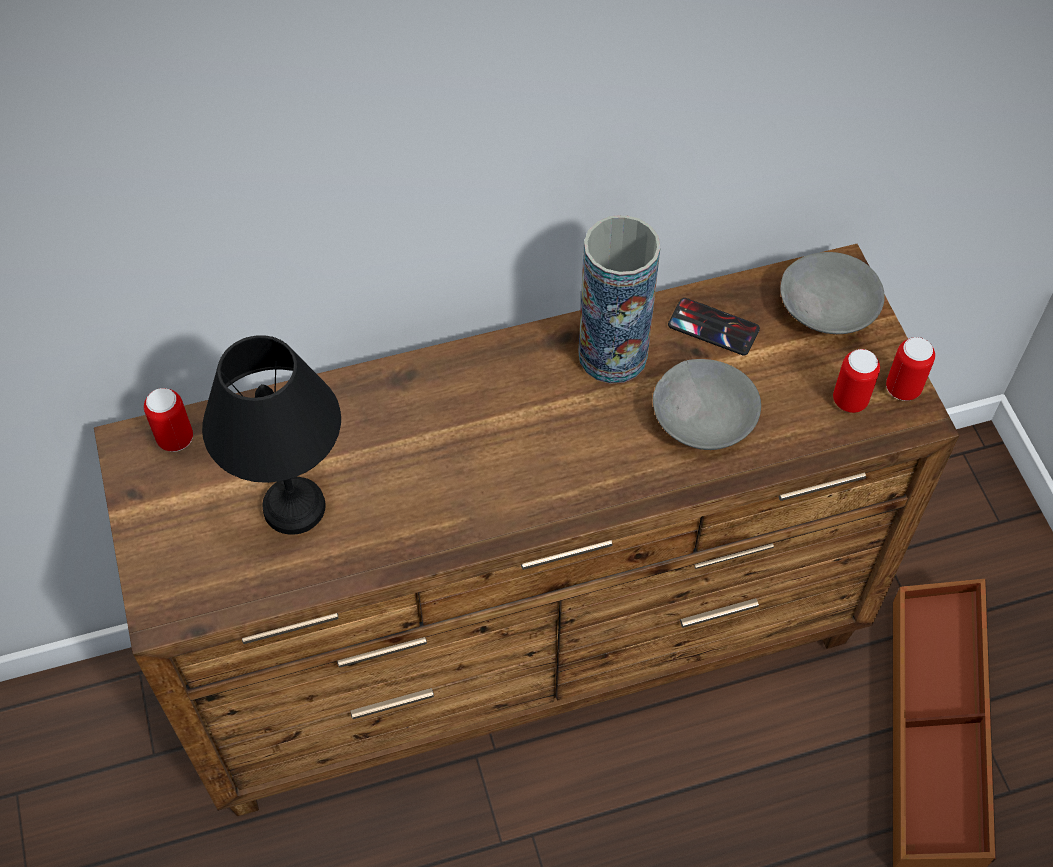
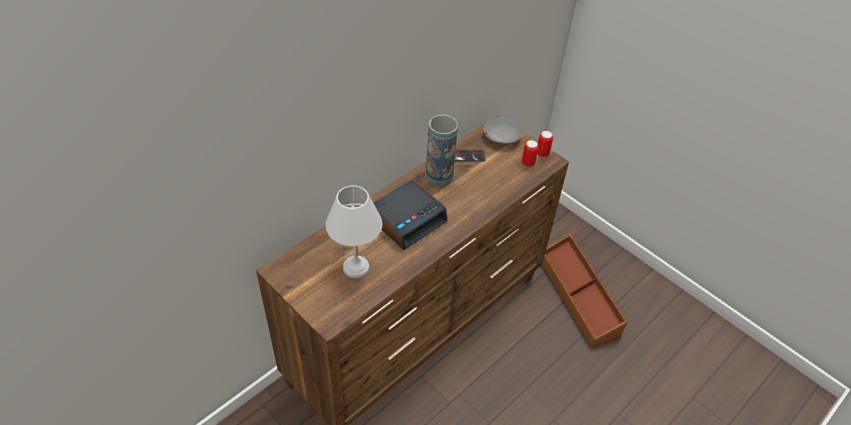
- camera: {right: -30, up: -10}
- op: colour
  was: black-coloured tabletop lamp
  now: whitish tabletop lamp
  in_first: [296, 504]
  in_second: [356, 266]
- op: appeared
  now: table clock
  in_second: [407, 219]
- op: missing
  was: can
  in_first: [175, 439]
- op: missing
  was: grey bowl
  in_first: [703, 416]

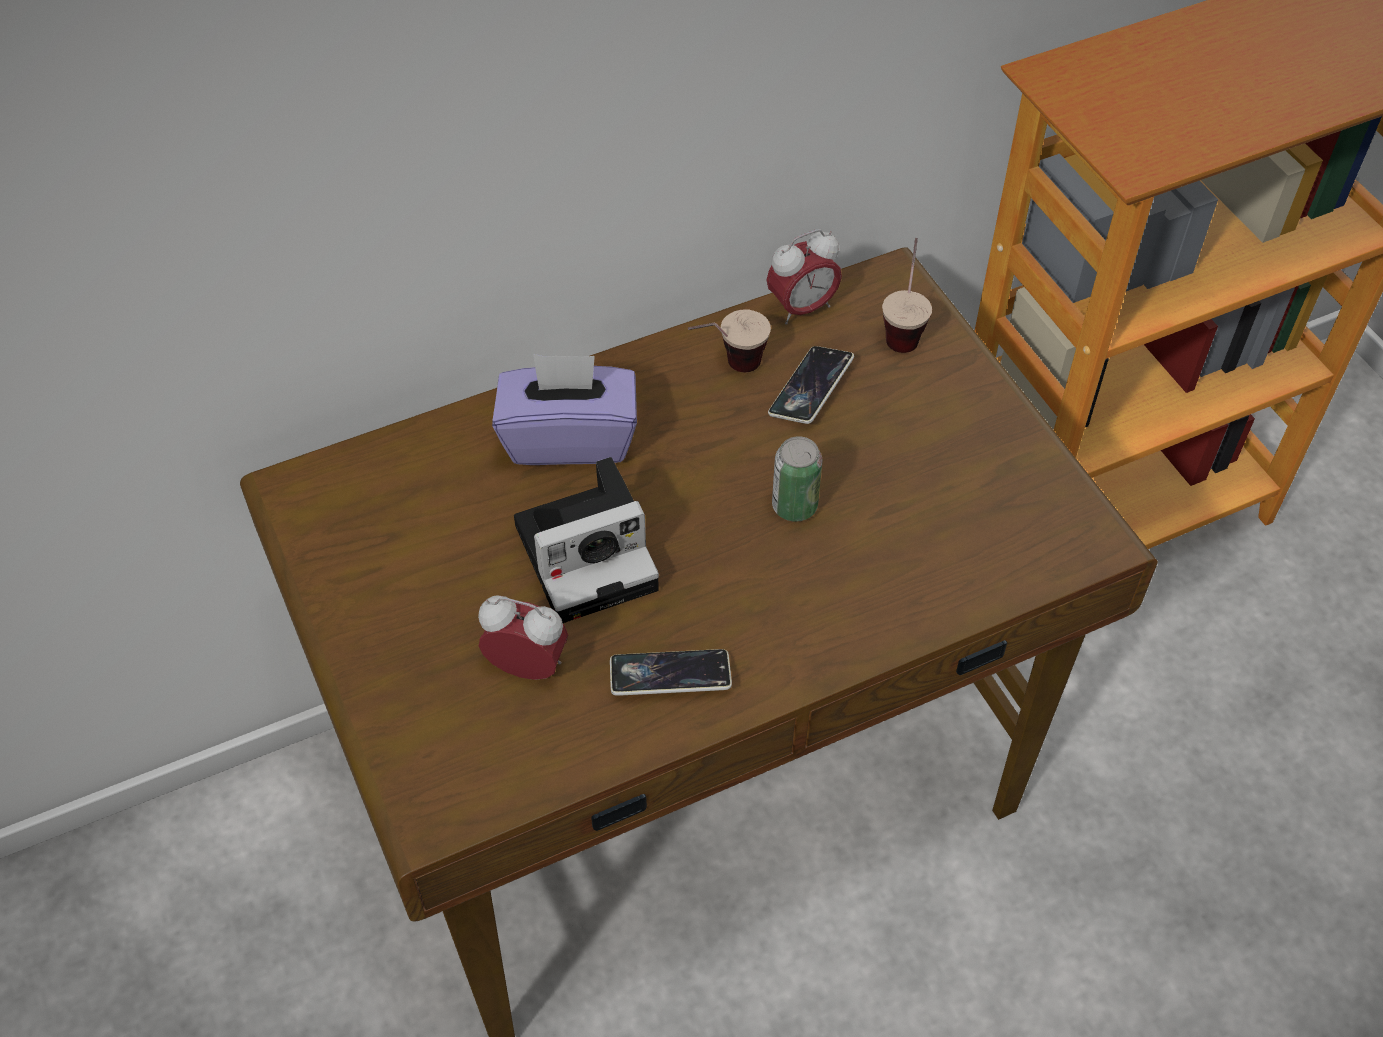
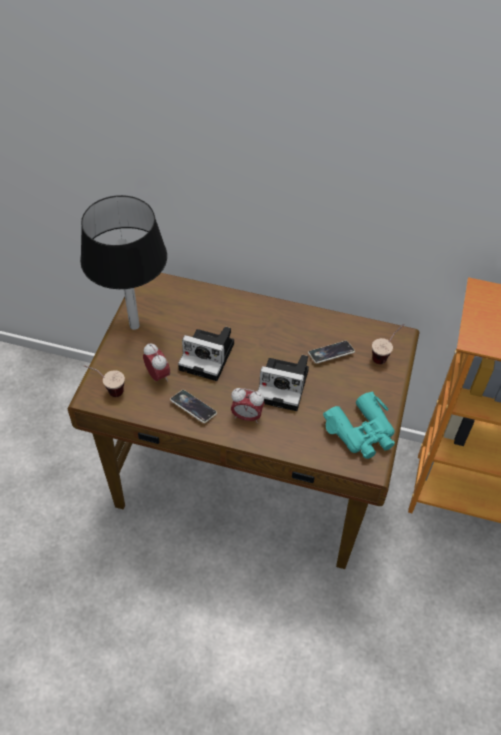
- camera: {right: 40, up: 0}
- op: appeared
  now: black-coloured tabletop lamp
  in_second: [135, 325]
- op: relocated
  was: drinking cup
  in_first: [727, 369]
  in_second: [107, 390]
- op: relocated
  was: table clock
  in_first: [801, 308]
  in_second: [247, 416]
- op: exchanged
  was: can
  now: photo camera
  in_first: [794, 506]
  in_second: [285, 385]
- op: appeared
  now: turquoise field glasses
  in_second: [362, 432]
- op: missing
  was: purplish tissue box
  in_first: [569, 438]

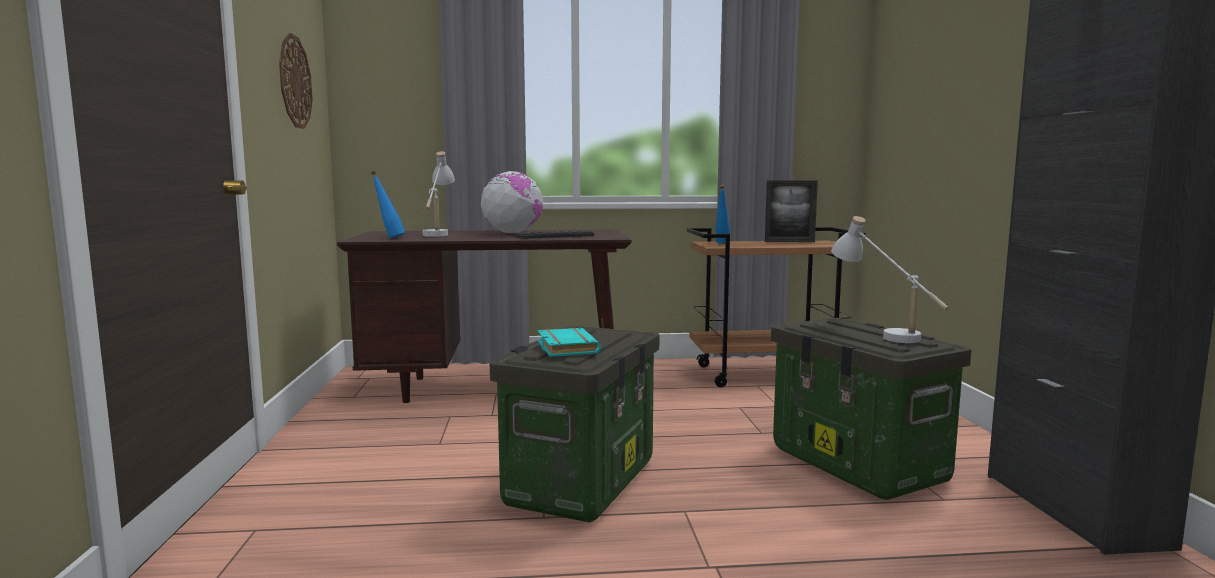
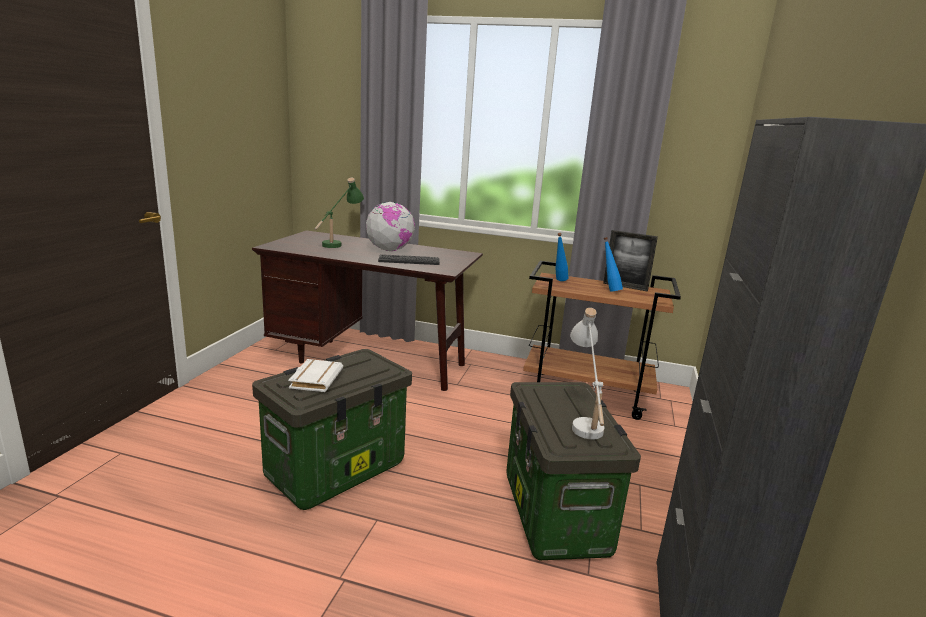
- camera: {right: 20, up: 10}
- op: colour
  was: turquoise book
  now: whitish book
  in_first: [565, 348]
  in_second: [315, 379]
- op: colour
  was: whitish tabletop lamp
  now: greenish tabletop lamp
  in_first: [438, 234]
  in_second: [338, 243]
- op: relocated
  was: blue-coloured drink bottle
  in_first: [389, 238]
  in_second: [608, 290]
- op: missing
  was: hanging clock
  in_first: [294, 82]

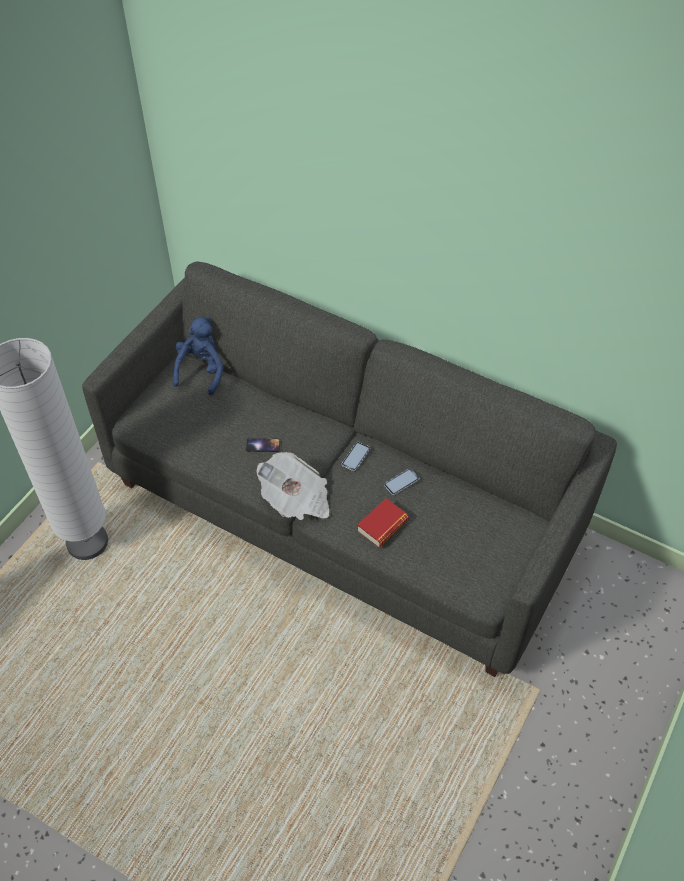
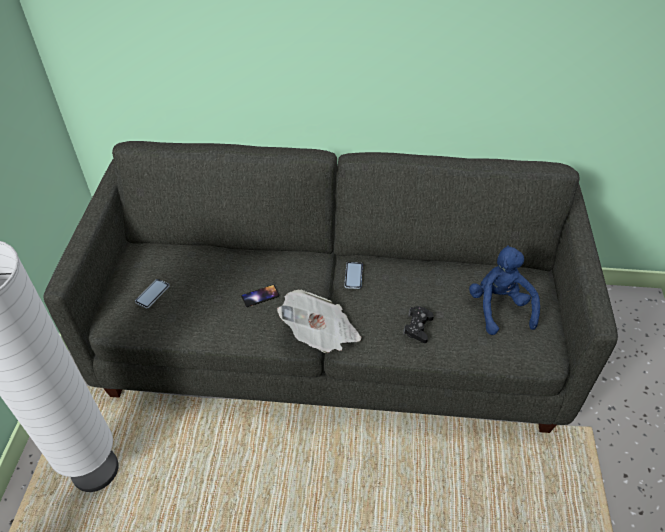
- camera: {right: -25, up: -5}
- op: relocated
  was: phone
  in_first: [401, 482]
  in_second: [152, 294]
- op: exchanged
  was: book
  now: black-coloured gamepad
  in_first: [382, 526]
  in_second: [418, 327]
- op: relocated
  was: blue-coloured plush toy
  in_first: [202, 371]
  in_second: [499, 307]

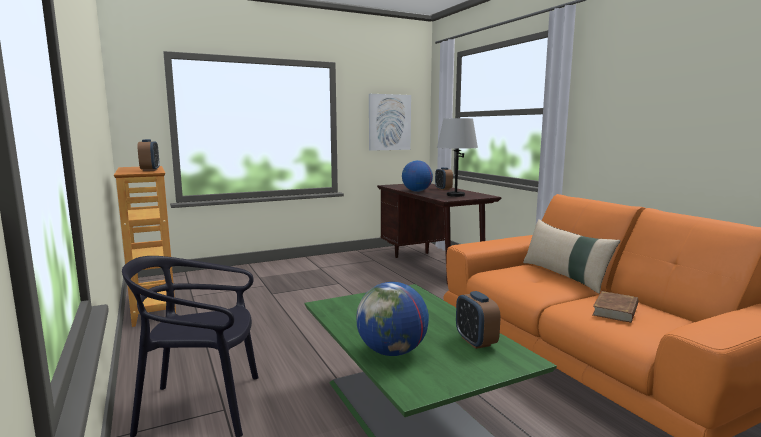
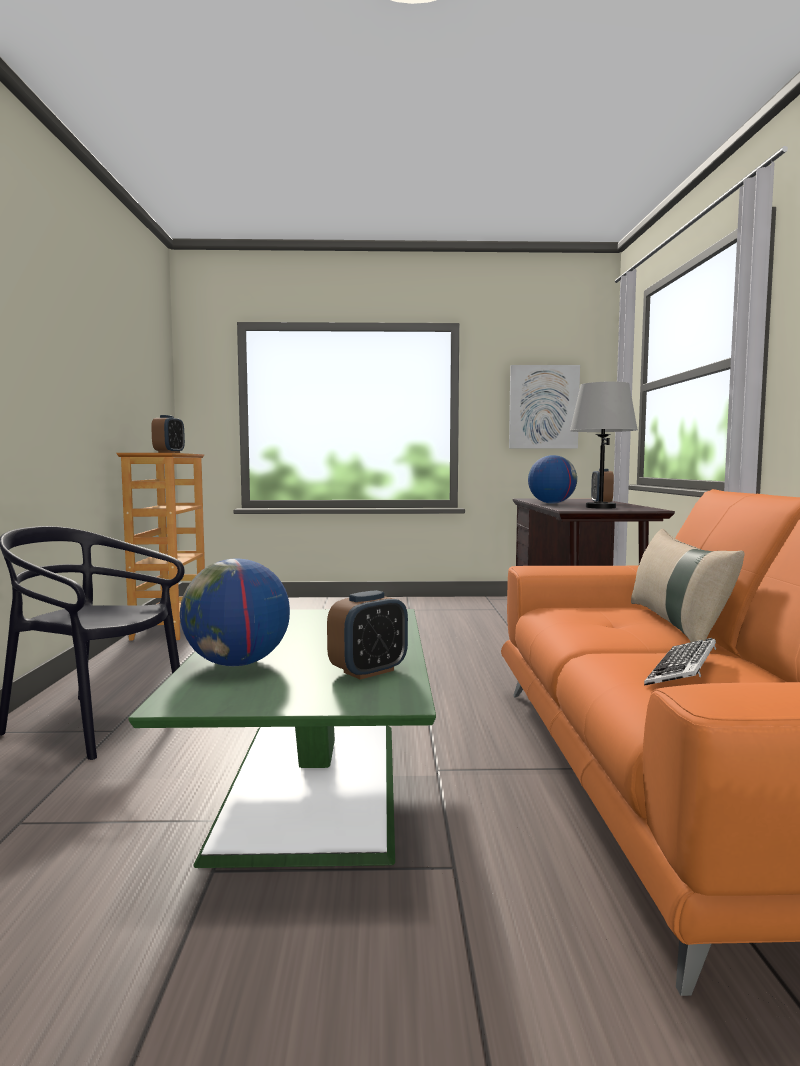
- camera: {right: 25, up: -5}
- op: spun
  was: table clock
  in_first: [475, 341]
  in_second: [368, 671]
  clockwise: -135
- op: exchanged
  was: brownish book
  now: keyboard
  in_first: [616, 310]
  in_second: [683, 671]

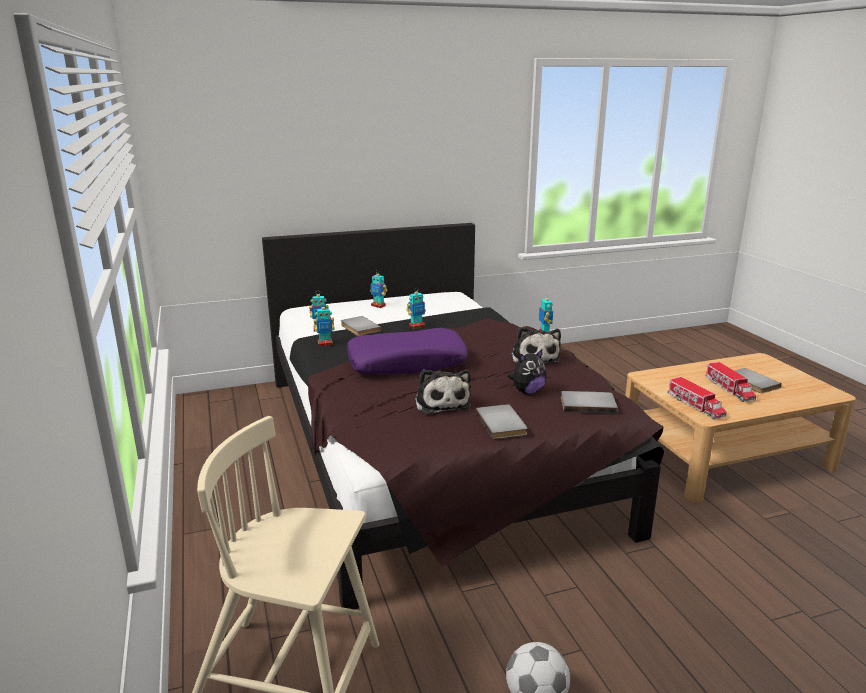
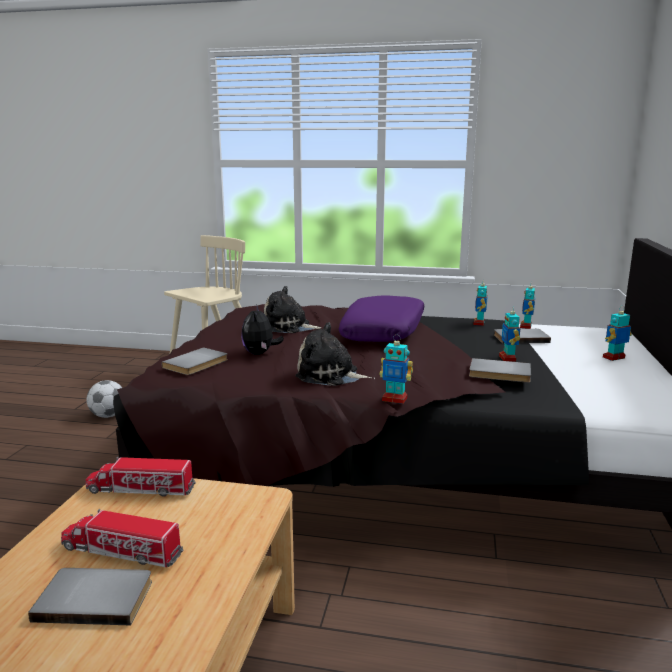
- camera: {right: 120, up: -5}
- op: relocated
  was: grey book
  in_first: [503, 423]
  in_second: [499, 374]

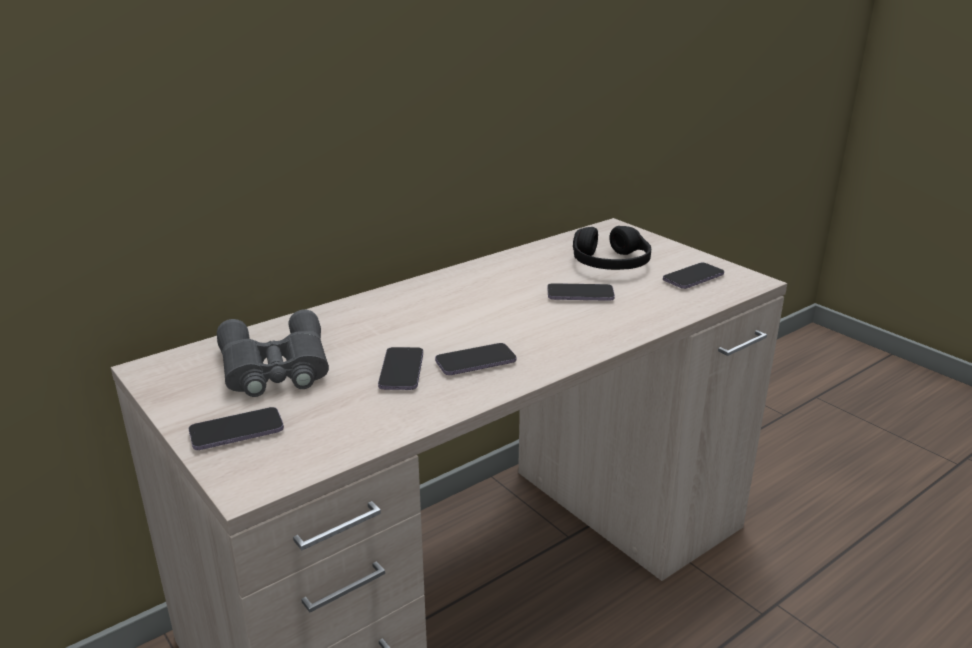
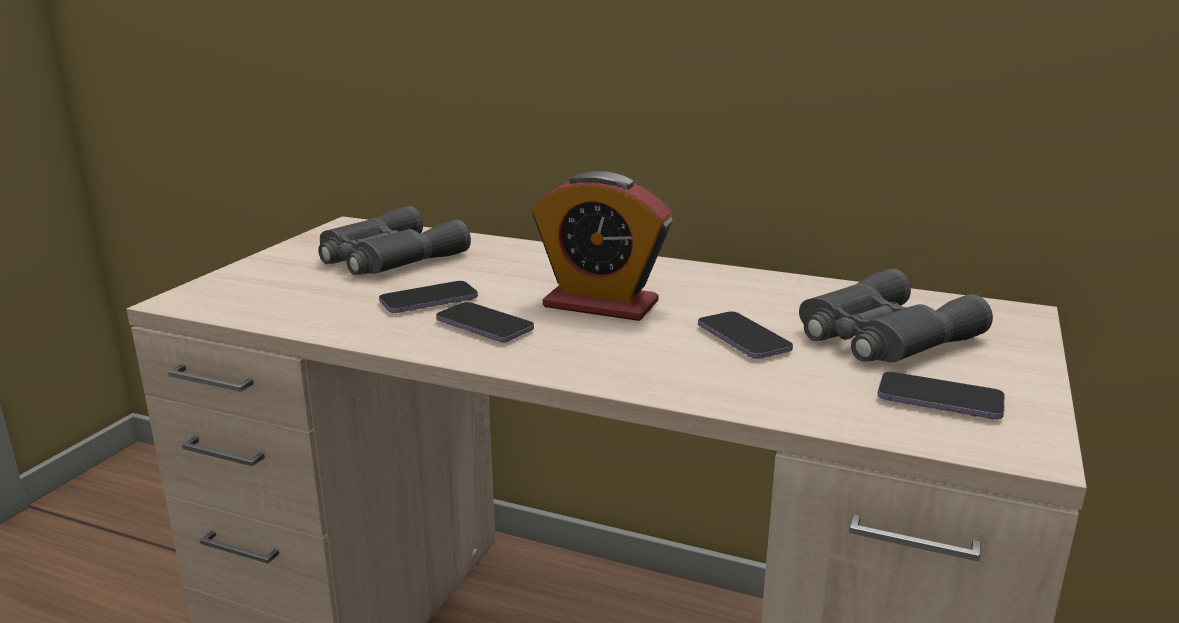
- camera: {right: 60, up: -5}
- op: appeared
  now: table clock
  in_second: [600, 304]
- op: exchanged
  was: black-coloured headphones
  now: grey field glasses
  in_first: [610, 263]
  in_second: [881, 335]
- op: missing
  was: phone
  in_first: [237, 431]

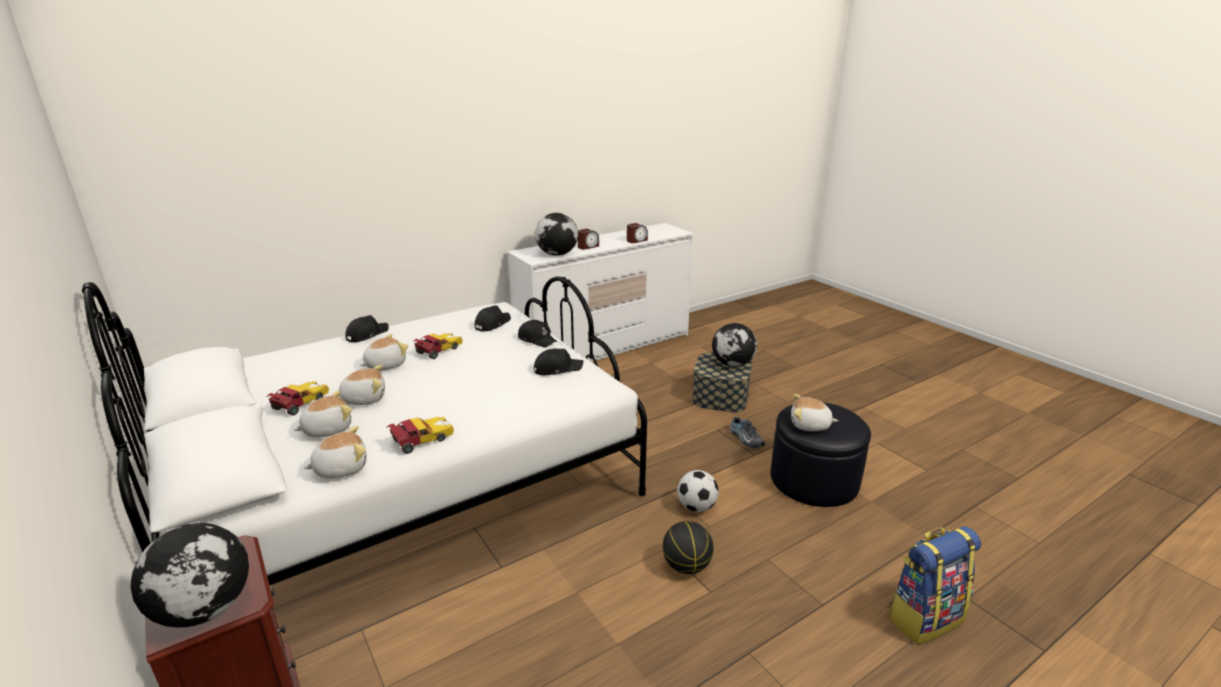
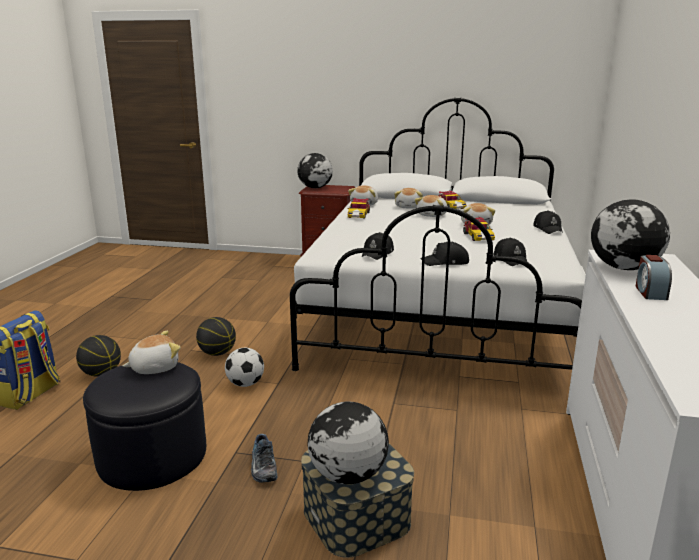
- camera: {right: 135, up: -5}
- op: appeared
  now: basketball
  in_second: [101, 373]
- op: spun
  was: low shoe
  in_first: [745, 438]
  in_second: [262, 466]
  clockwise: -120
- op: missing
  was: table clock
  in_first: [636, 240]

